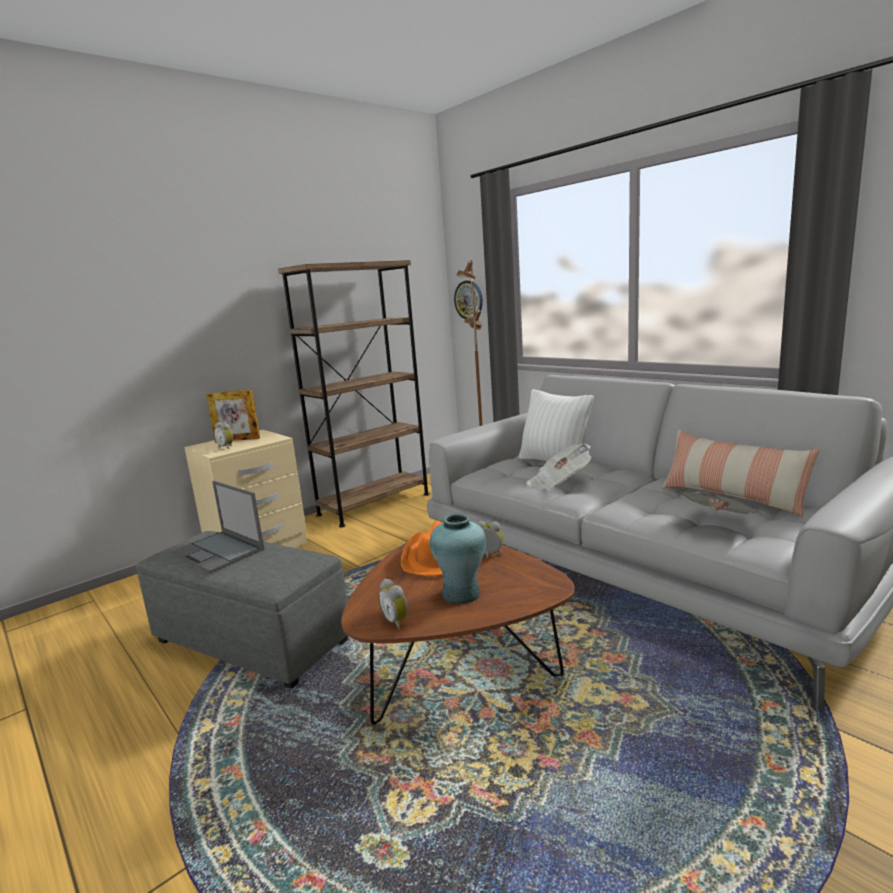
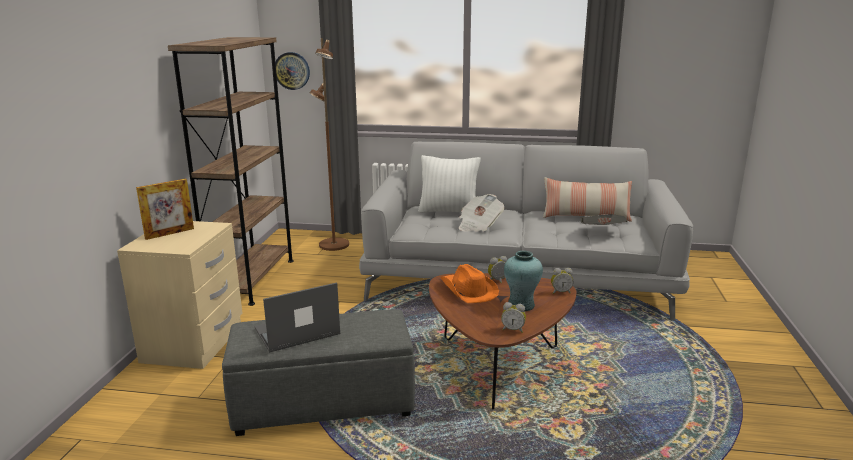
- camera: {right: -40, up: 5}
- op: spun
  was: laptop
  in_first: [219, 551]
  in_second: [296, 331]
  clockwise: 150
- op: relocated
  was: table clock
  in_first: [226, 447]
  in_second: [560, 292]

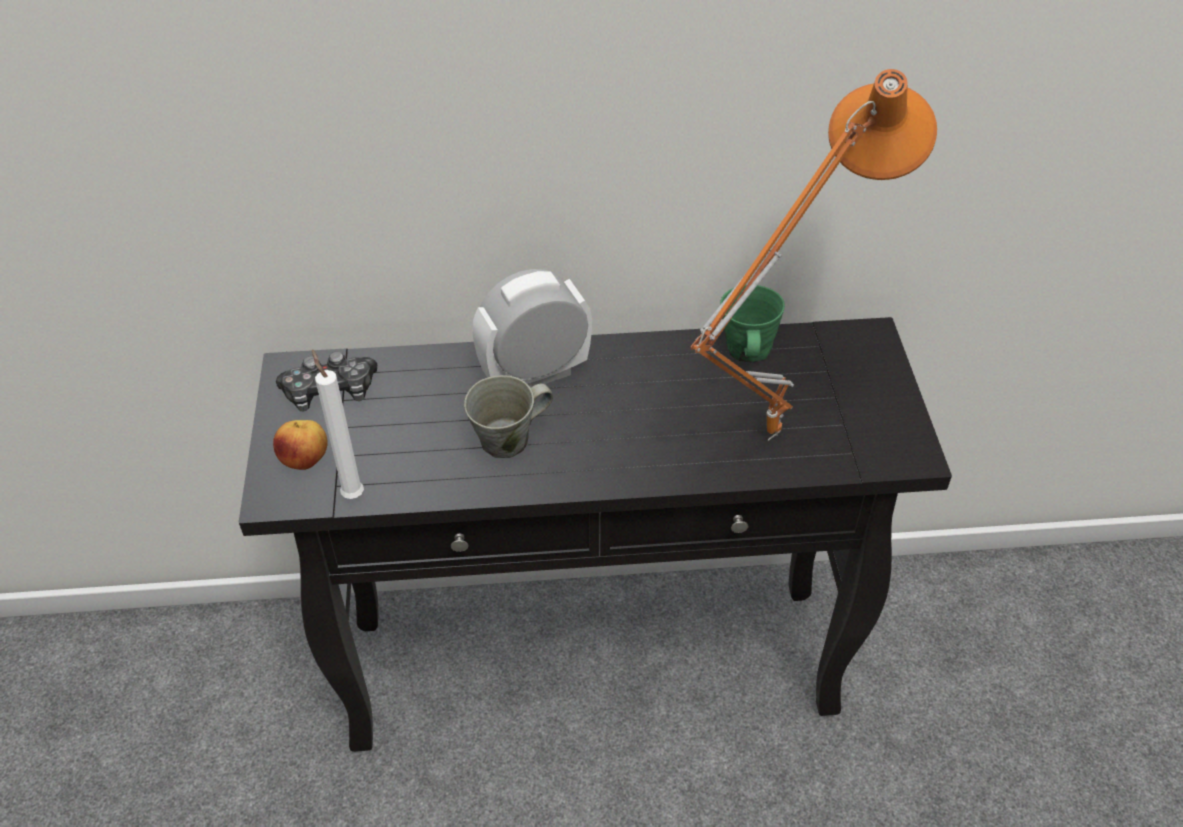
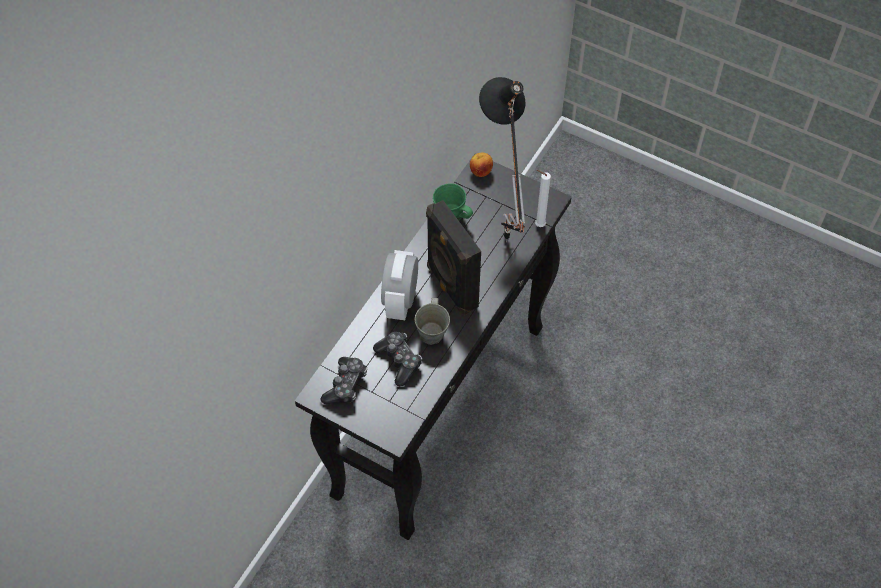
- camera: {right: -55, up: 10}
- op: appeared
  now: gamepad
  in_second: [399, 361]
- op: appeared
  now: black-coloured audio speaker
  in_second: [450, 287]
- op: relocated
  was: whole apple
  in_first: [306, 460]
  in_second: [480, 172]
- op: colour
  was: orange tabletop lamp
  now: black-coloured tabletop lamp
  in_first: [768, 432]
  in_second: [502, 239]
- op: relocated
  was: whitish candle
  in_first: [351, 493]
  in_second: [538, 225]

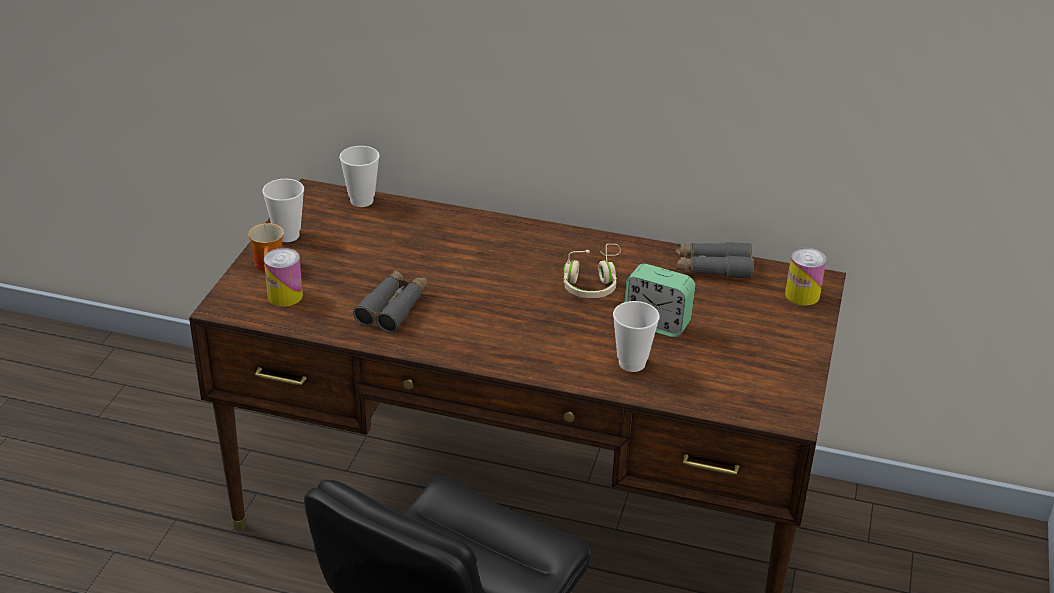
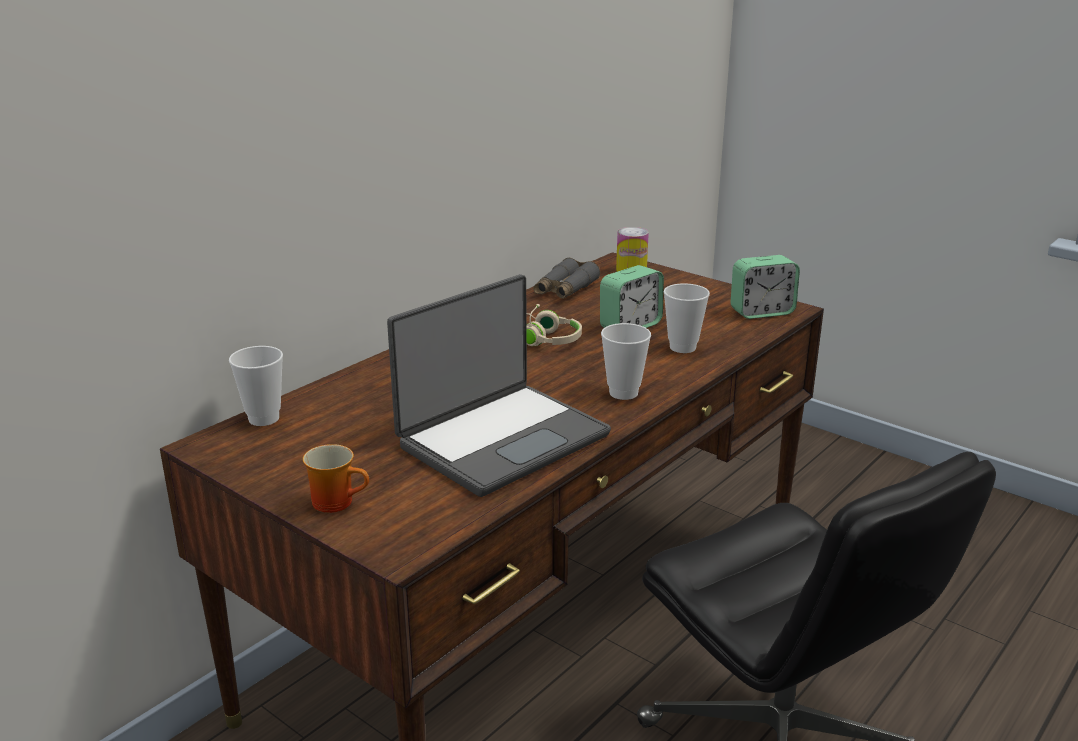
- camera: {right: -65, up: -10}
- op: exchanged
  was: grey field glasses
  now: laptop
  in_first: [393, 308]
  in_second: [501, 439]
- op: relocated
  was: drinking cup
  in_first: [287, 235]
  in_second: [623, 393]
- op: appeared
  now: table clock
  in_second: [761, 312]
- op: missing
  was: can
  in_first: [285, 296]

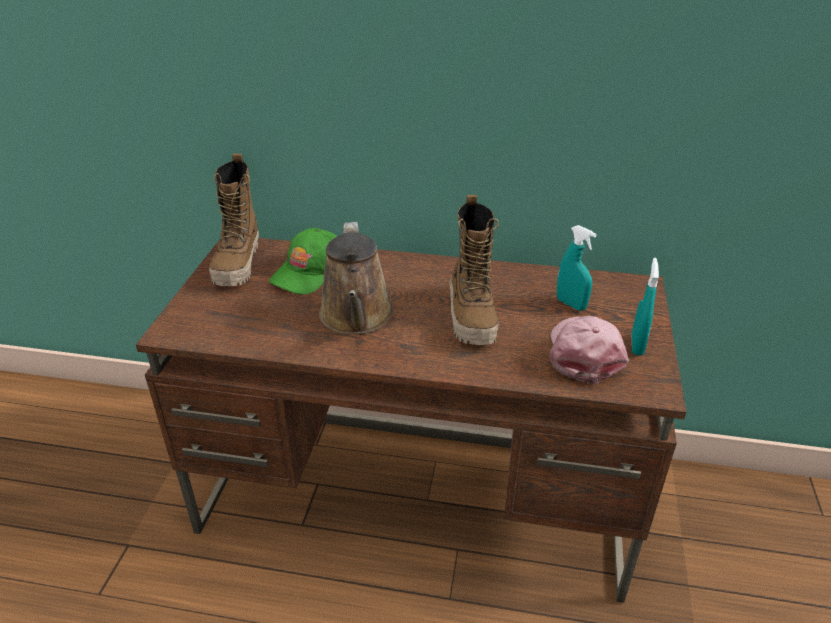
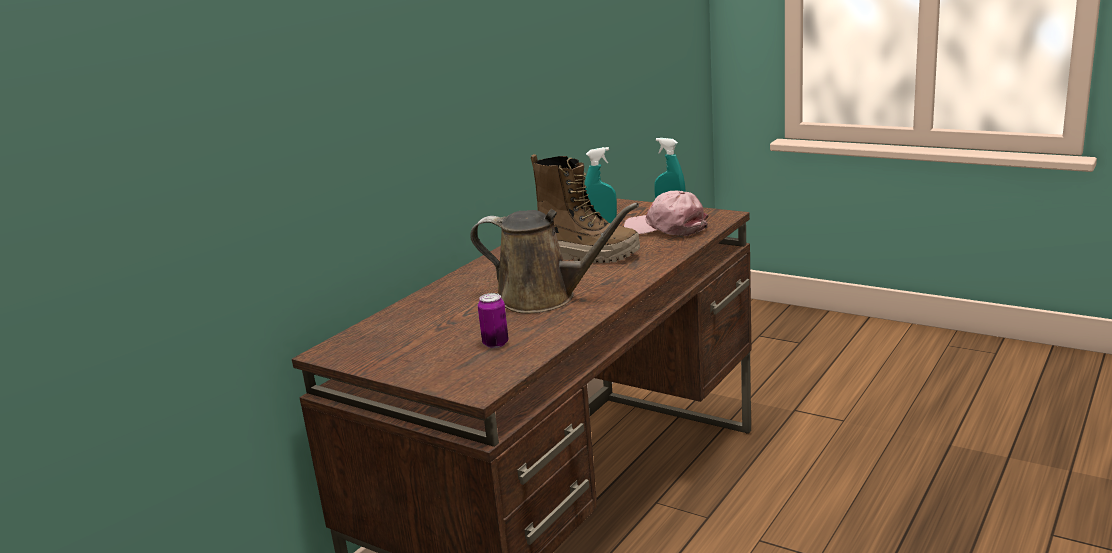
- camera: {right: -65, up: -15}
- op: appeared
  now: can
  in_second: [495, 343]
- op: missing
  was: boot
  in_first: [238, 265]
- op: missing
  was: greenish baseball cap
  in_first: [310, 271]

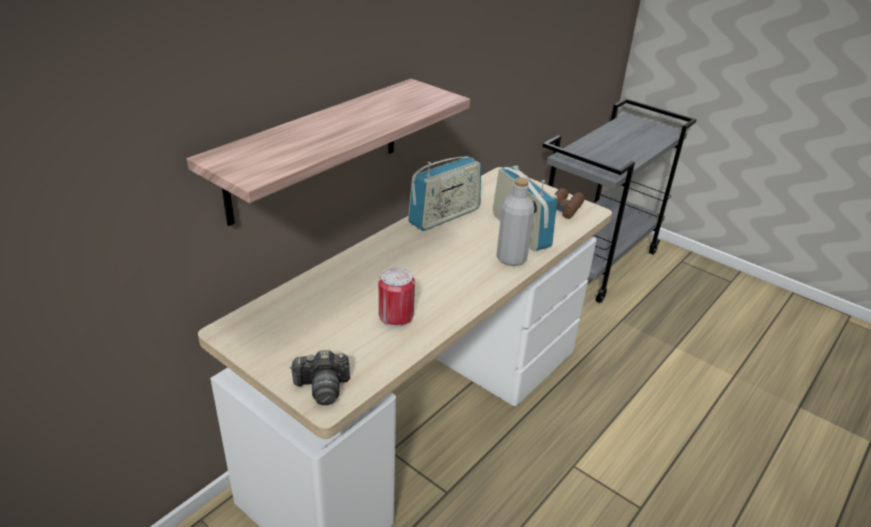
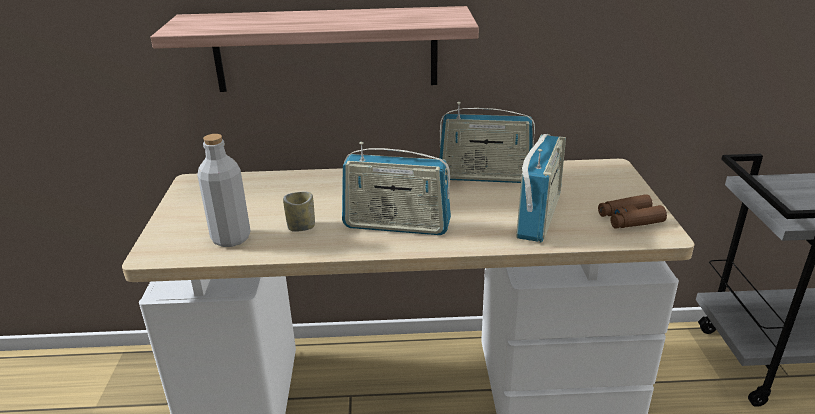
- camera: {right: 50, up: -5}
- op: relocated
  was: grey drink bottle
  in_first: [511, 258]
  in_second: [231, 238]
- op: exchanged
  was: can
  now: drinking cup
  in_first: [396, 316]
  in_second: [301, 227]
- op: appeared
  now: radio receiver
  in_second: [396, 225]
- op: missing
  was: photo camera
  in_first: [322, 387]

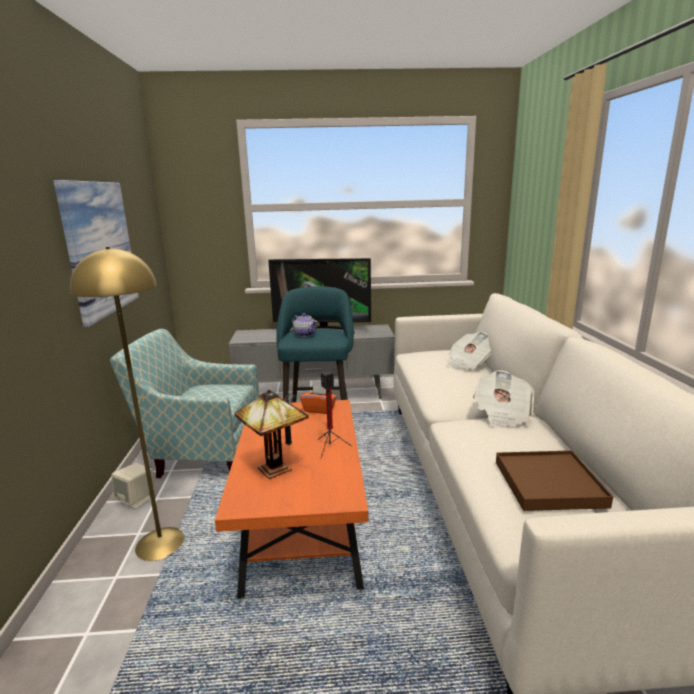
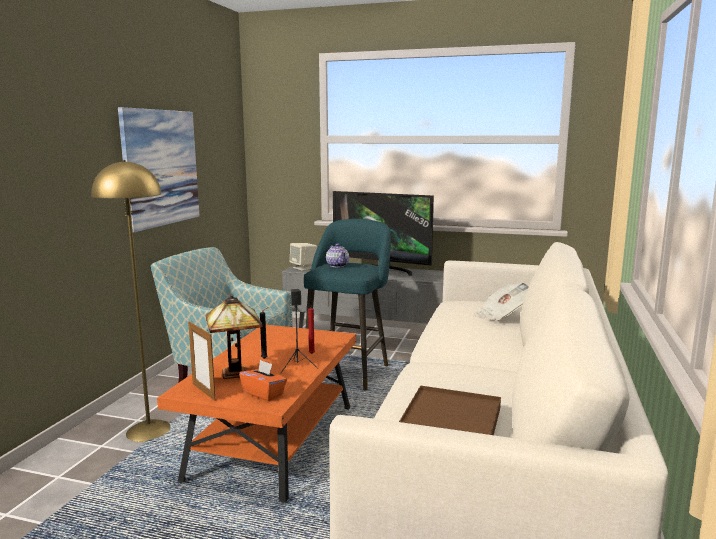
- camera: {right: 20, up: -5}
- op: appeared
  now: picture frame
  in_second: [203, 392]
- op: relocated
  was: orange tissue box
  in_first: [319, 409]
  in_second: [264, 394]
- op: relocated
  was: beige-coloured audio speaker
  in_first: [137, 500]
  in_second: [304, 268]
- op: missing
  was: printed paper
  in_first: [502, 414]

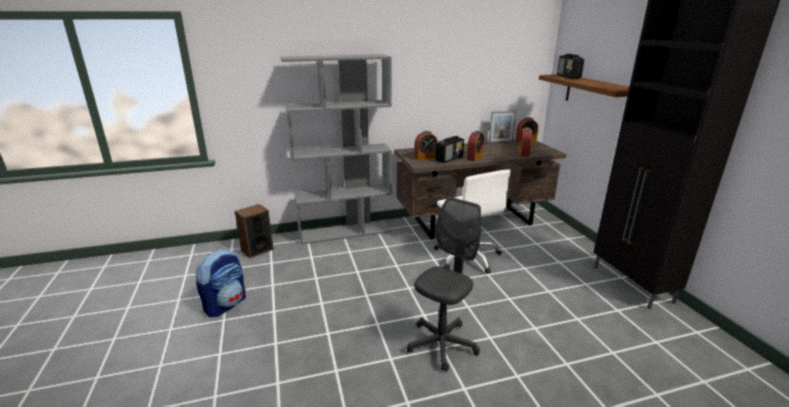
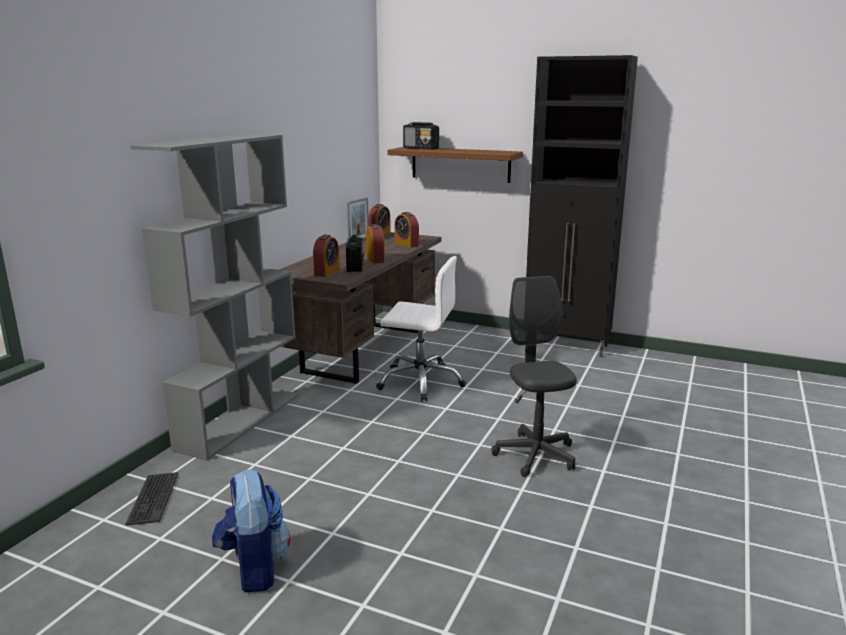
- camera: {right: -50, up: -5}
- op: exchanged
  was: audio speaker
  now: keyboard
  in_first: [257, 250]
  in_second: [152, 498]

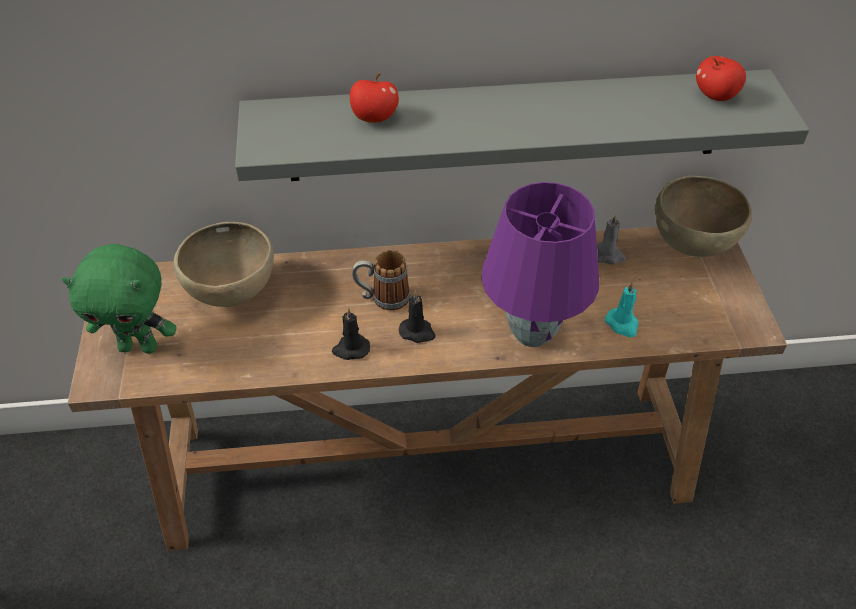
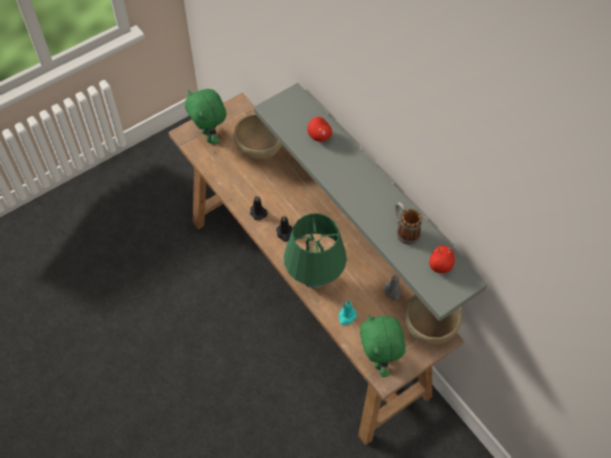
- camera: {right: 60, up: 10}
- op: colour
  was: purplish tabletop lamp
  now: greenish tabletop lamp
  in_first: [531, 334]
  in_second: [313, 280]
- op: appeared
  now: greenish plush toy
  in_second: [379, 360]
- op: relocated
  was: coffee mug
  in_first: [382, 298]
  in_second: [404, 231]

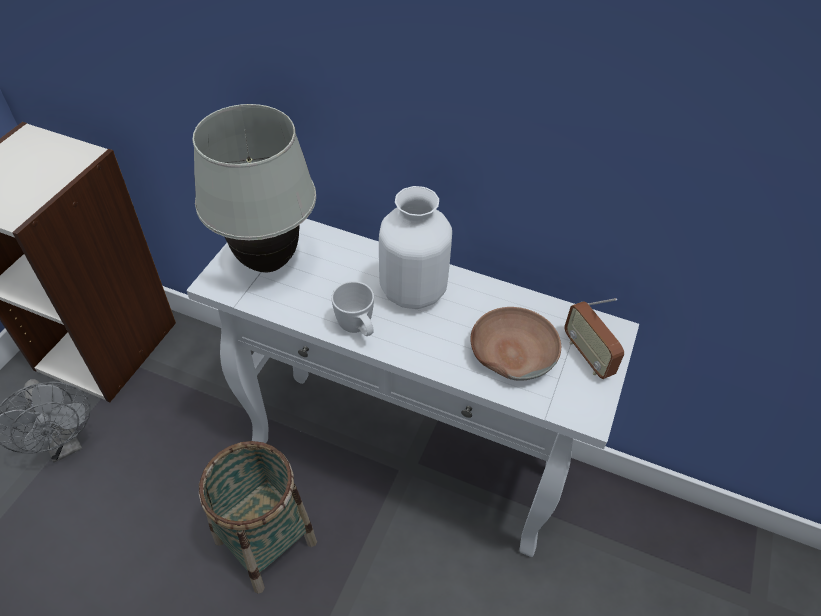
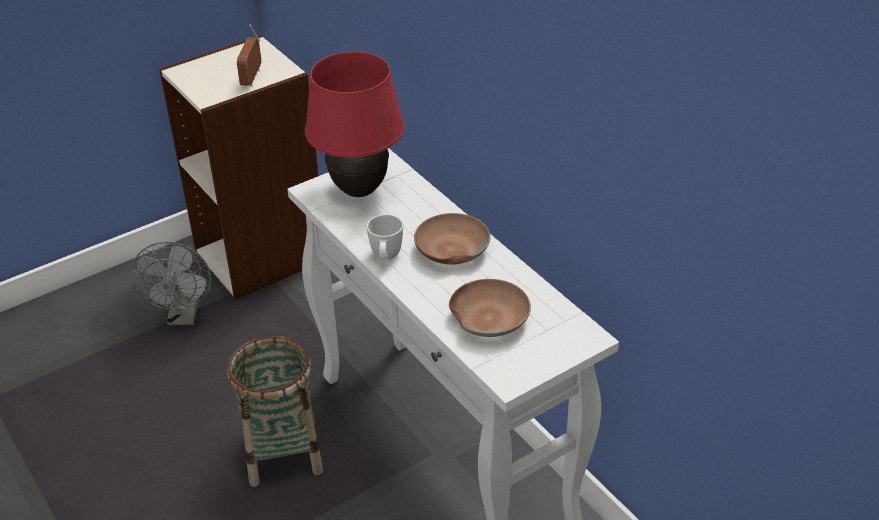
- camera: {right: 35, up: -10}
- op: relocated
  was: radio receiver
  in_first: [587, 356]
  in_second: [252, 78]
- op: colour
  was: whitish tabletop lamp
  now: reddish tabletop lamp
  in_first: [267, 262]
  in_second: [359, 190]
- op: exchanged
  was: whitish vase
  now: brownish bowl
  in_first: [412, 292]
  in_second: [450, 249]

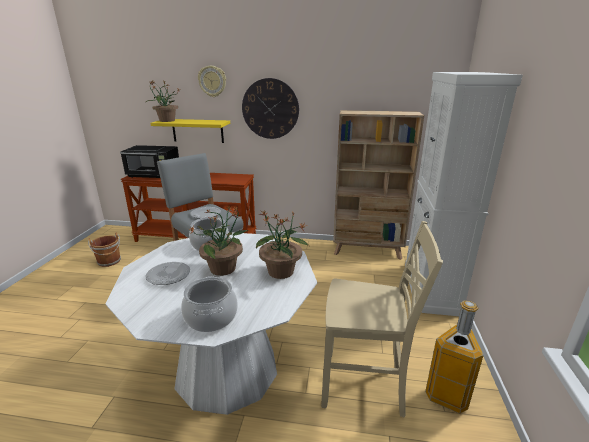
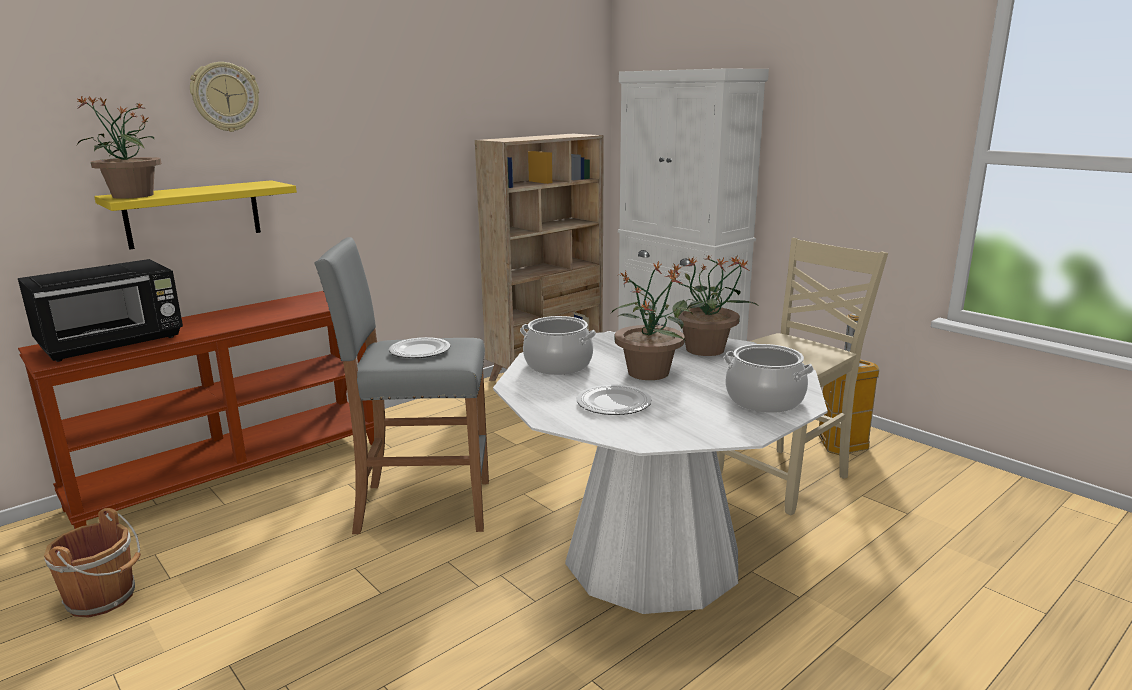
- camera: {right: -50, up: -5}
- op: missing
  was: hanging clock
  in_first: [270, 109]

